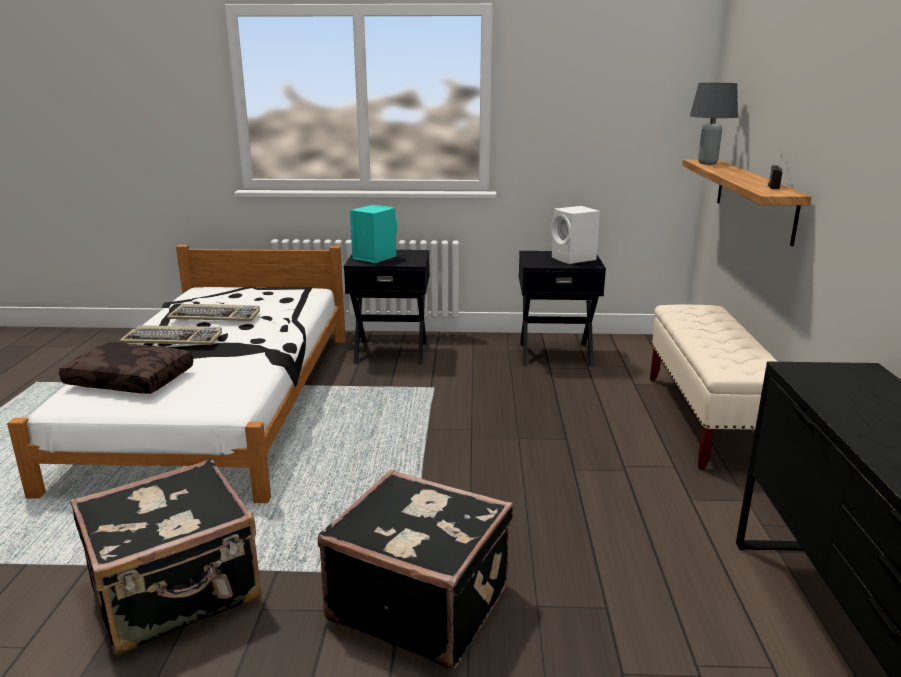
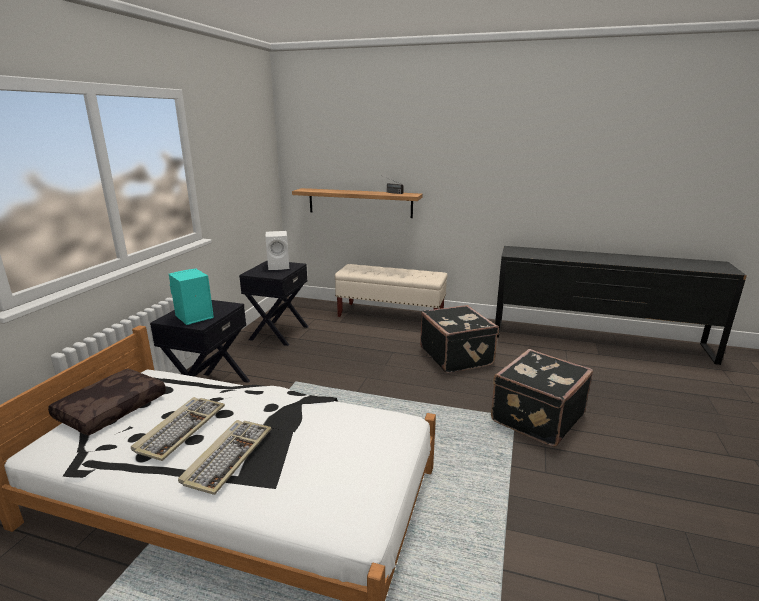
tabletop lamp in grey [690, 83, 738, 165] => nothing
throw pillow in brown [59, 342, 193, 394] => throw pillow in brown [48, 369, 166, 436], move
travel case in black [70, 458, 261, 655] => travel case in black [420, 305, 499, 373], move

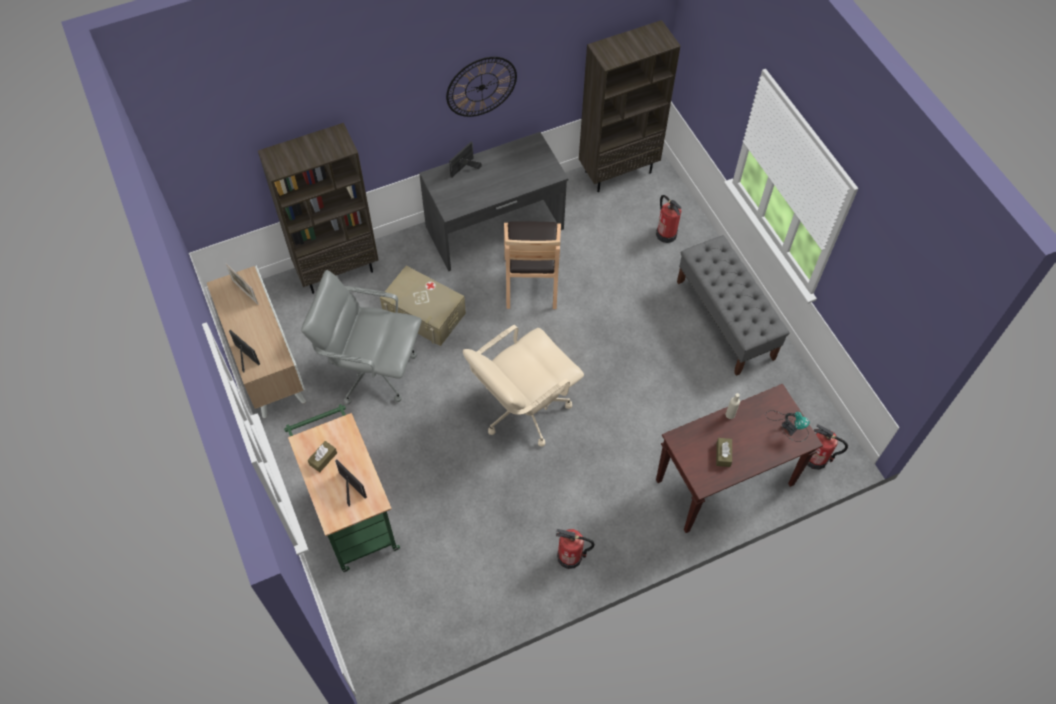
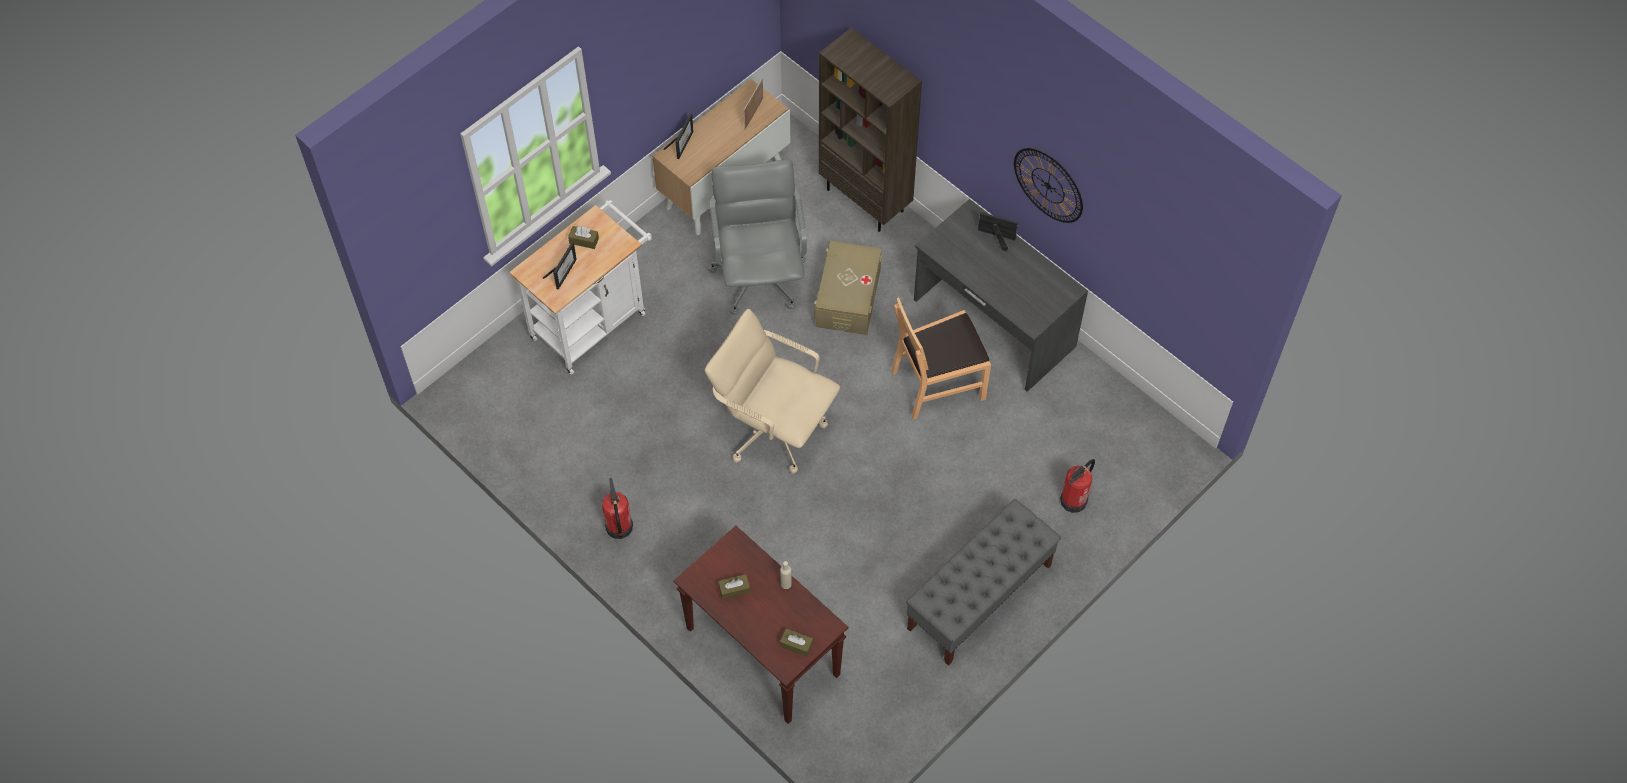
shelving unit in brown [579, 20, 680, 192] => nothing
fire extinguisher [807, 424, 848, 470] => nothing
tabletop lamp [765, 411, 810, 442] => box of tissues in brown [780, 628, 813, 657]
wheeled cart in green [284, 404, 400, 572] => wheeled cart in white-coloured [509, 200, 652, 375]

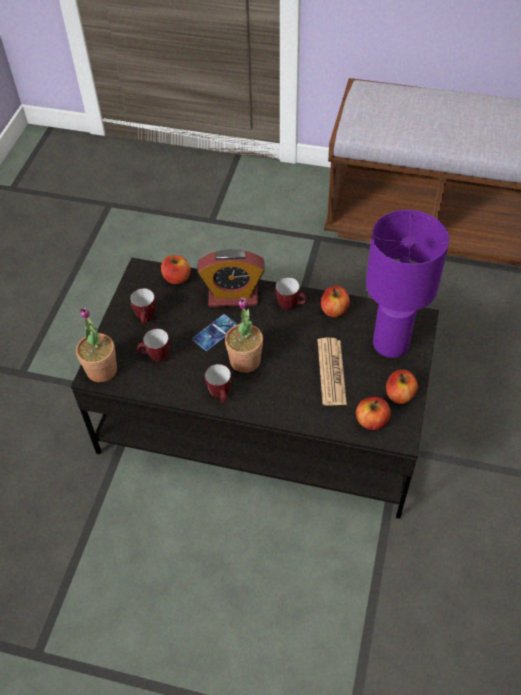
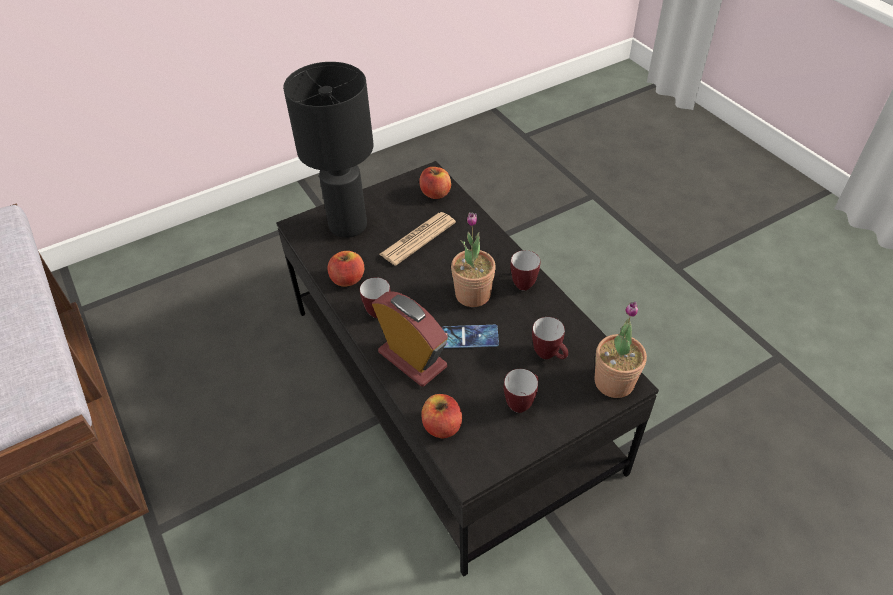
whole apple [386, 370, 418, 404] => nothing
tabletop lamp in purple-coloured [366, 210, 449, 358] => tabletop lamp in black [283, 62, 373, 238]

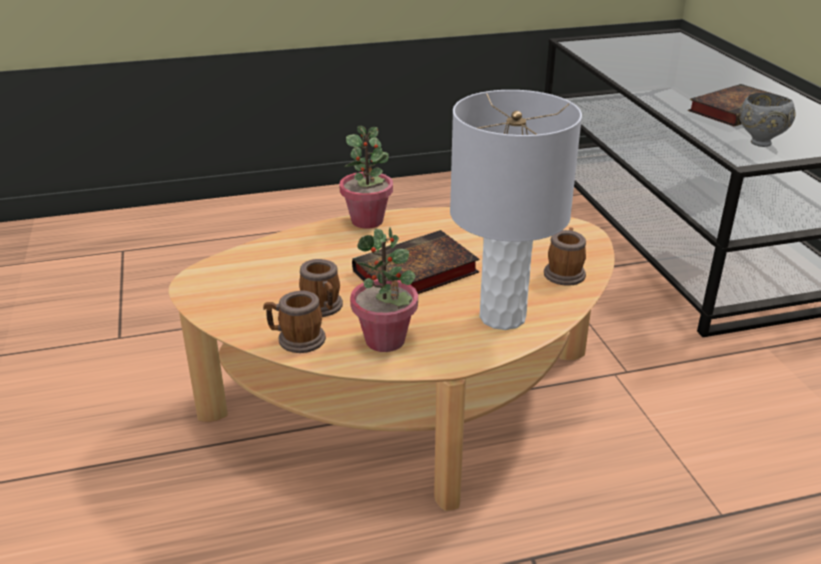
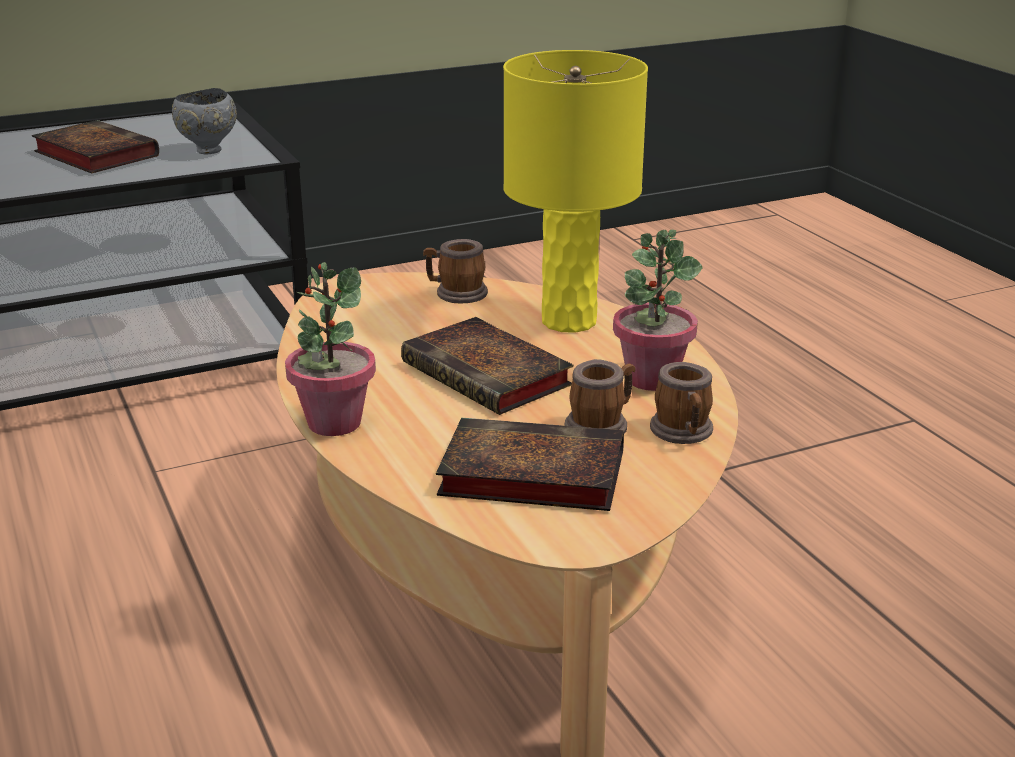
nothing => book [436, 418, 624, 511]
tabletop lamp in grey [450, 90, 582, 330] => tabletop lamp in yellowish [503, 50, 648, 333]

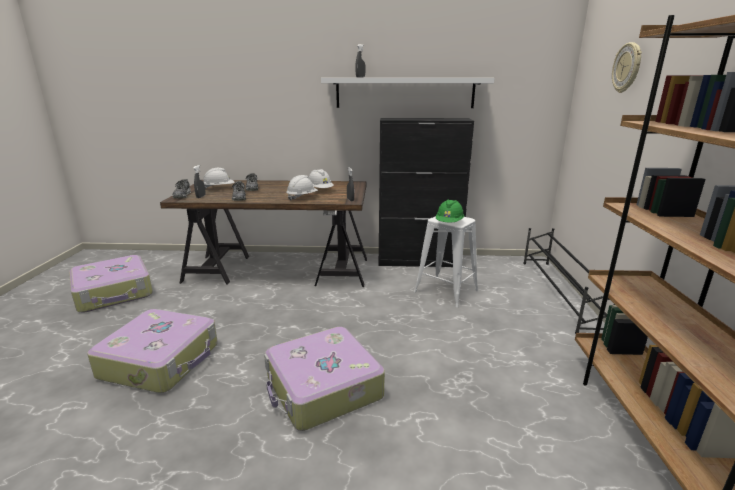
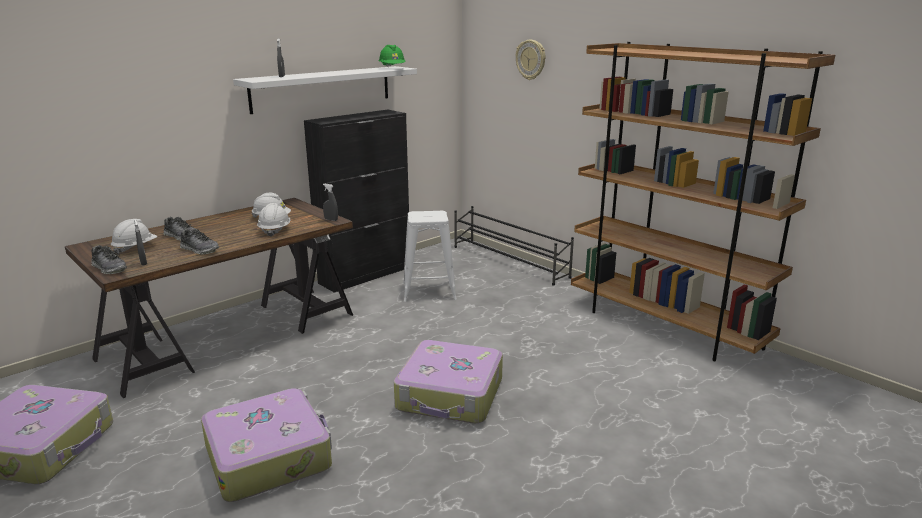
hard hat in green [436, 199, 464, 223] => hard hat in green [379, 45, 405, 67], move

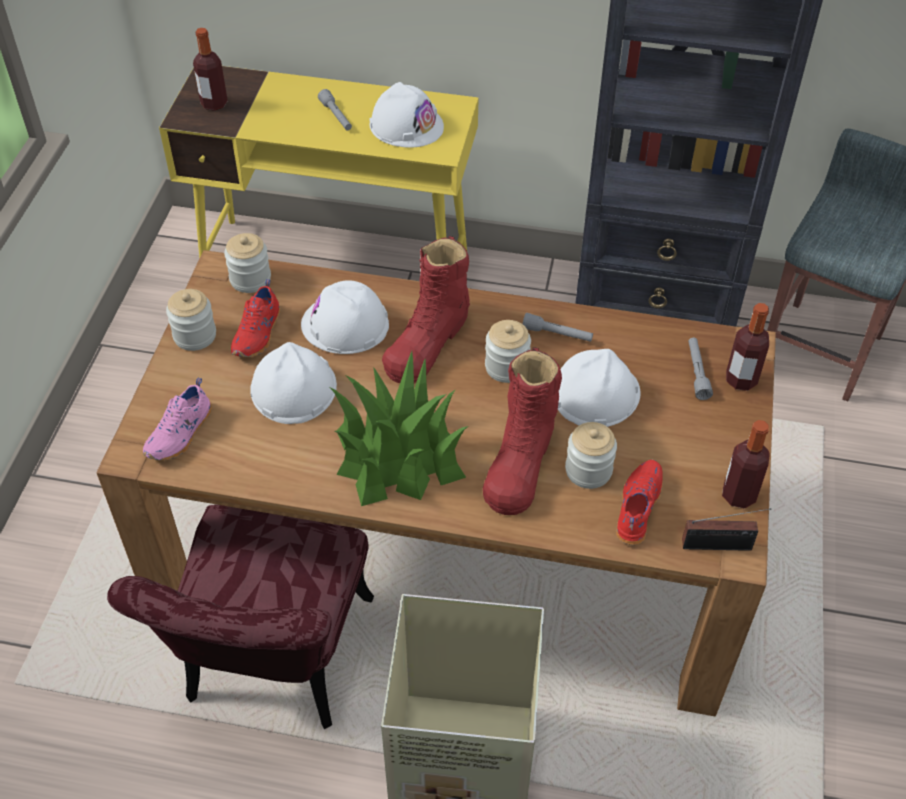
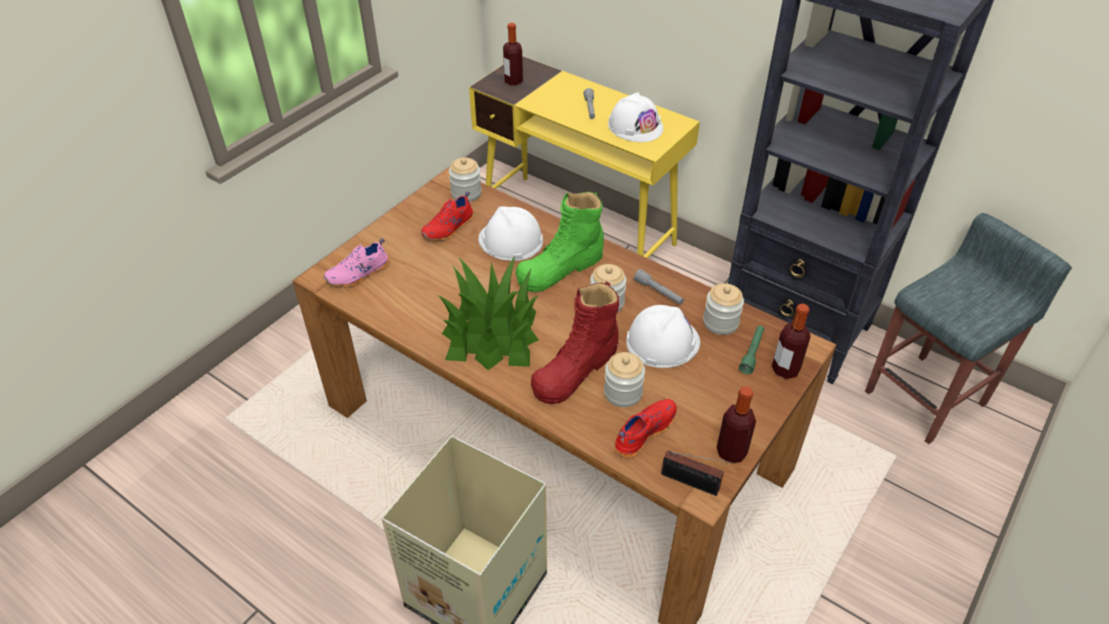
upright chair in red [107, 505, 374, 729] => nothing
hard hat in white-coloured [250, 342, 337, 424] => nothing
jar [166, 289, 216, 351] => jar [703, 283, 744, 335], move
boot in red [382, 236, 470, 383] => boot in green [516, 192, 604, 292]
hand torch in grey [688, 338, 713, 400] => hand torch in green [739, 325, 764, 374]

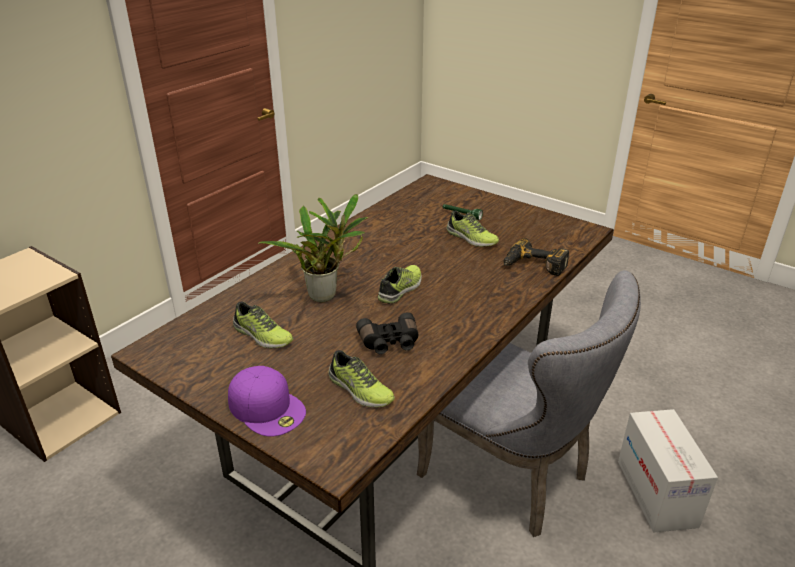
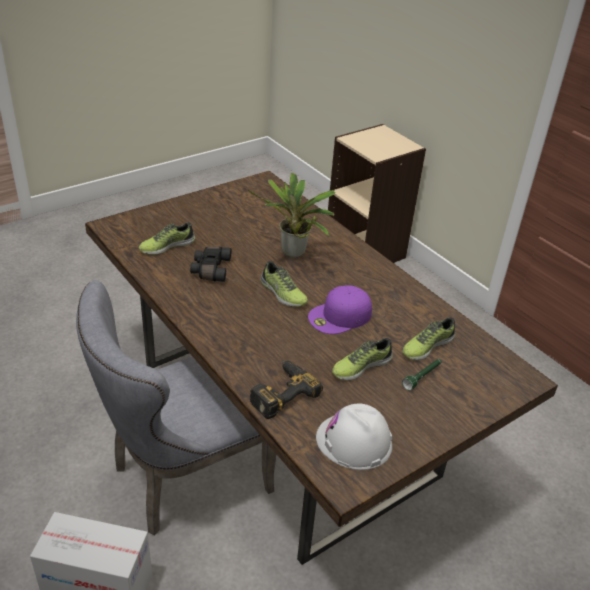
nothing => hard hat in white-coloured [316, 403, 392, 470]
cap in purple-coloured [228, 366, 306, 437] => cap in purple-coloured [308, 285, 372, 334], move
shoe [233, 302, 293, 348] => shoe [402, 317, 455, 360], move

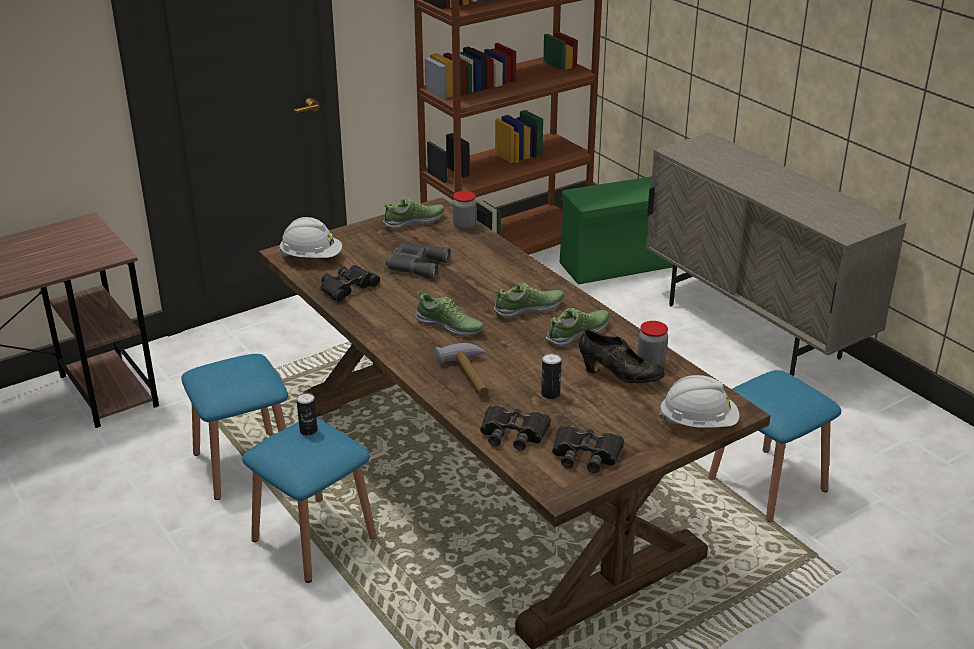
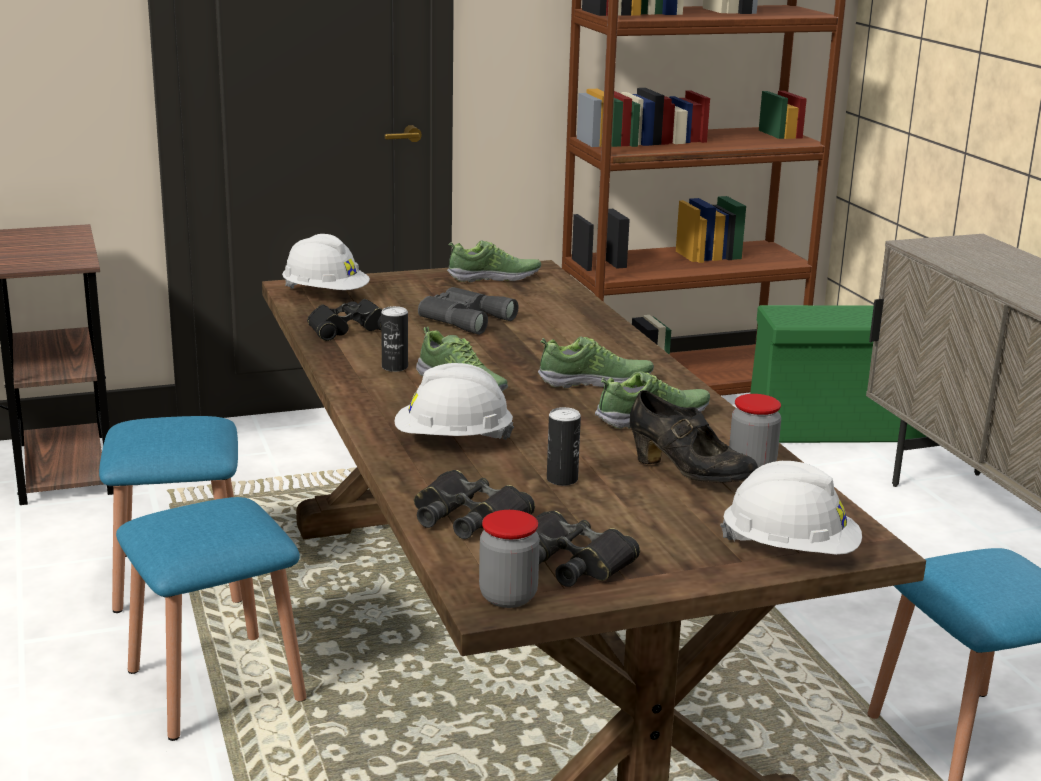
sealed can [296, 393, 317, 436] => sealed can [381, 306, 408, 372], move
jar [453, 191, 477, 230] => jar [479, 510, 540, 608], move
hand hammer [435, 343, 489, 396] => hard hat in white-coloured [395, 363, 514, 440]

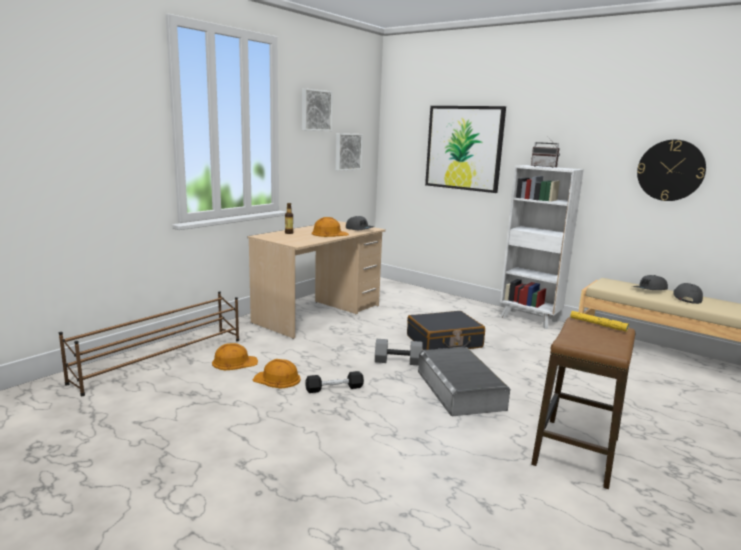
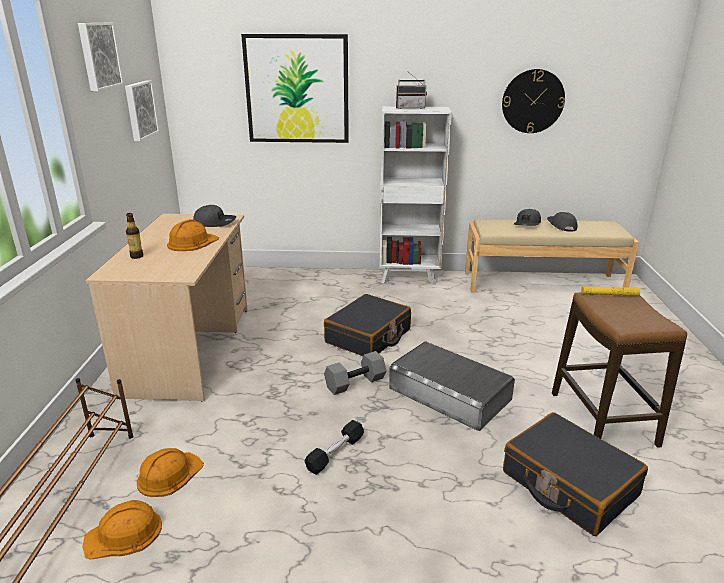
nothing => travel case in black [503, 412, 648, 536]
hard hat in orange [253, 359, 301, 389] => hard hat in orange [82, 500, 162, 560], move

